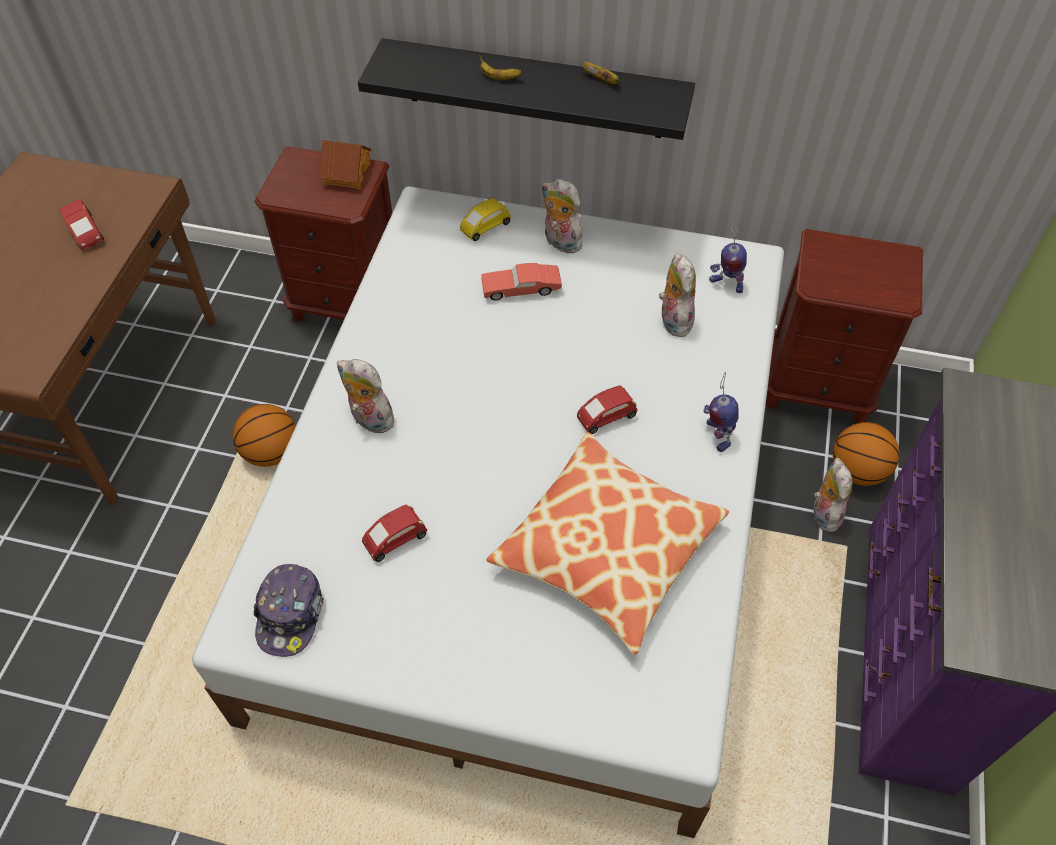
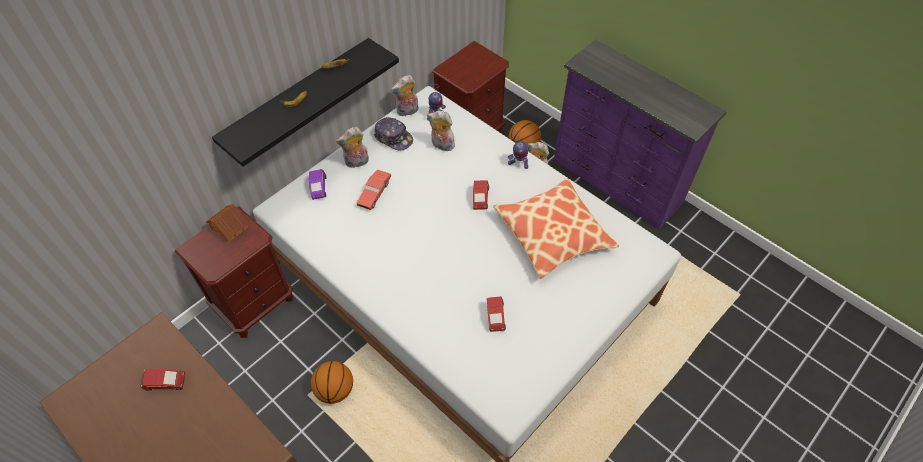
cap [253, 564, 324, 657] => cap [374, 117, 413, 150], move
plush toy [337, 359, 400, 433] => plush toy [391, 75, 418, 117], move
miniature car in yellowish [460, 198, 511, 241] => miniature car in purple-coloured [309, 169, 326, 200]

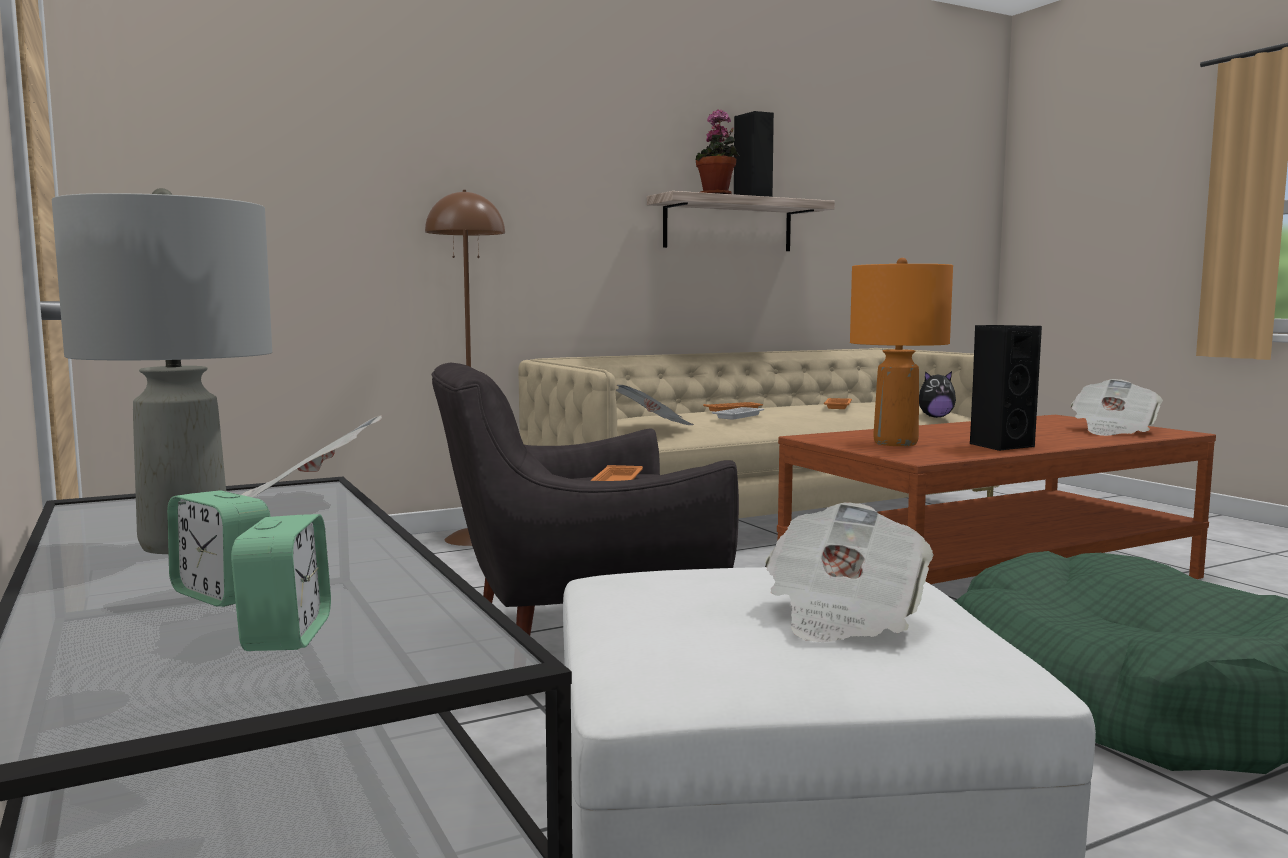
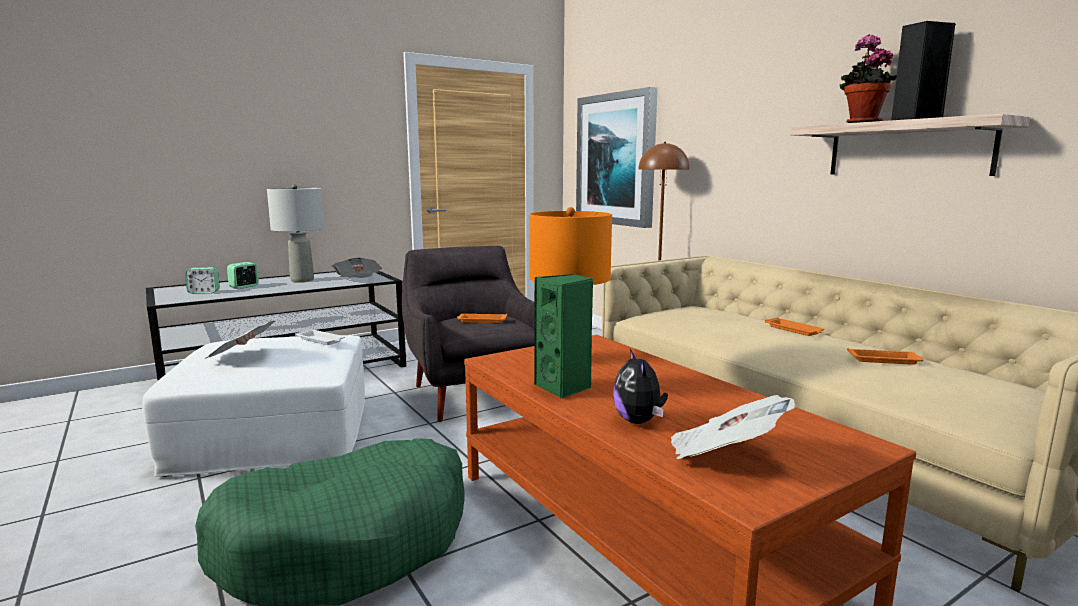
newspaper [616, 385, 694, 425] => nothing
nothing => wall picture [576, 87, 658, 228]
tray in white-coloured [712, 407, 764, 420] => tray in white-coloured [295, 329, 345, 345], move
plush toy [919, 371, 956, 418] => plush toy [613, 349, 668, 424], move
audio speaker in black [969, 325, 1042, 451] => audio speaker in green [534, 274, 593, 399]

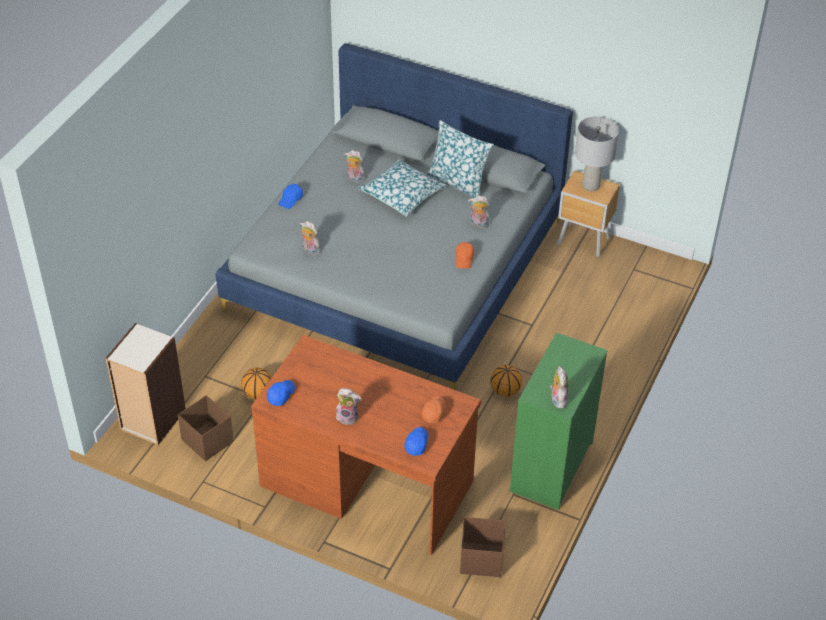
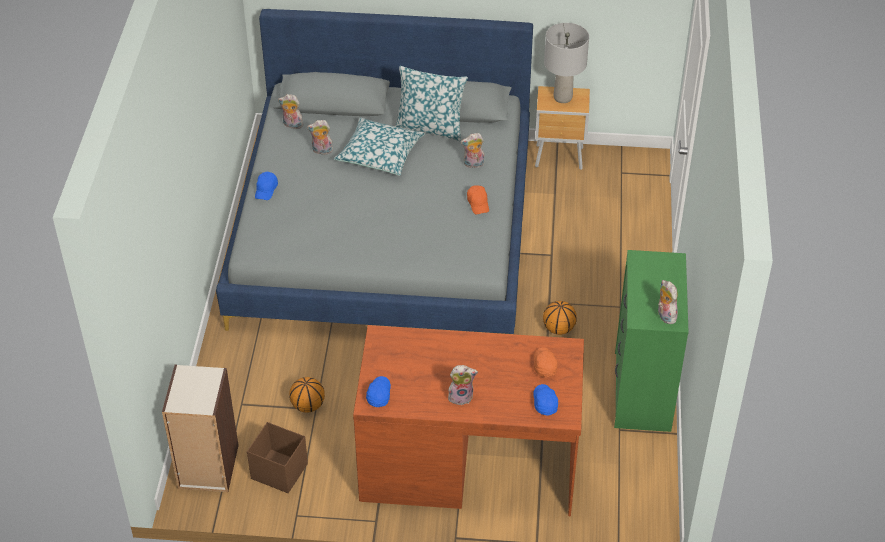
storage container in brown [460, 517, 505, 577] => nothing
plush toy [300, 221, 321, 255] => plush toy [278, 94, 303, 129], move

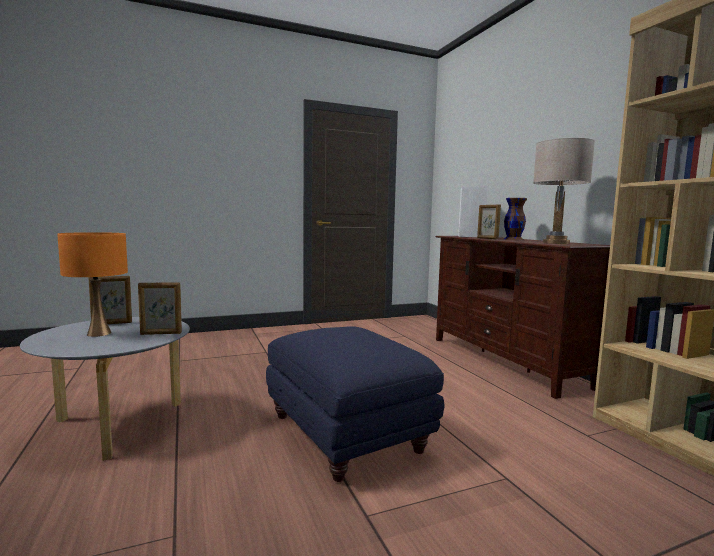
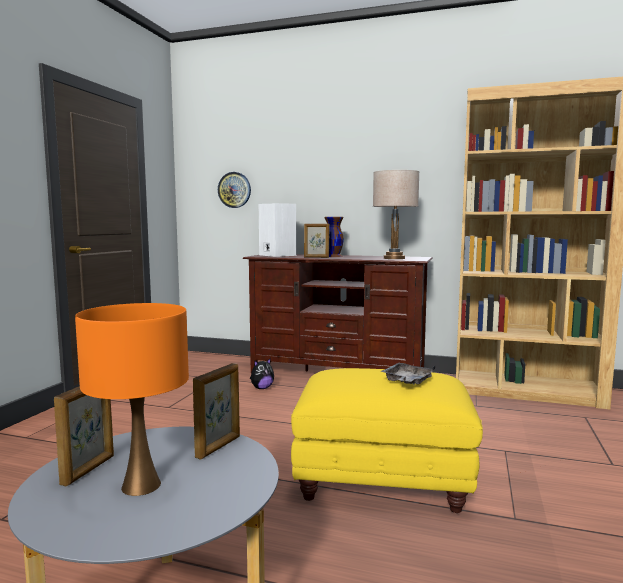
nothing => clock on the wall [218, 172, 251, 208]
nothing => plush toy [250, 358, 274, 389]
nothing => tray in grey [381, 363, 435, 385]
pouffe in bluish [266, 326, 445, 482] => pouffe in yellowish [291, 368, 483, 513]

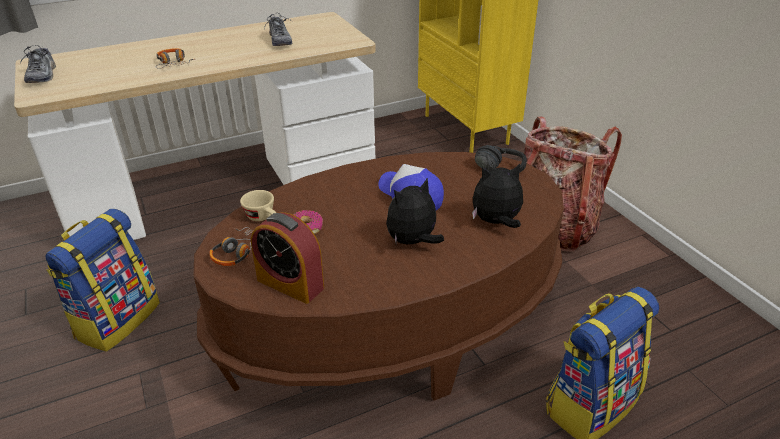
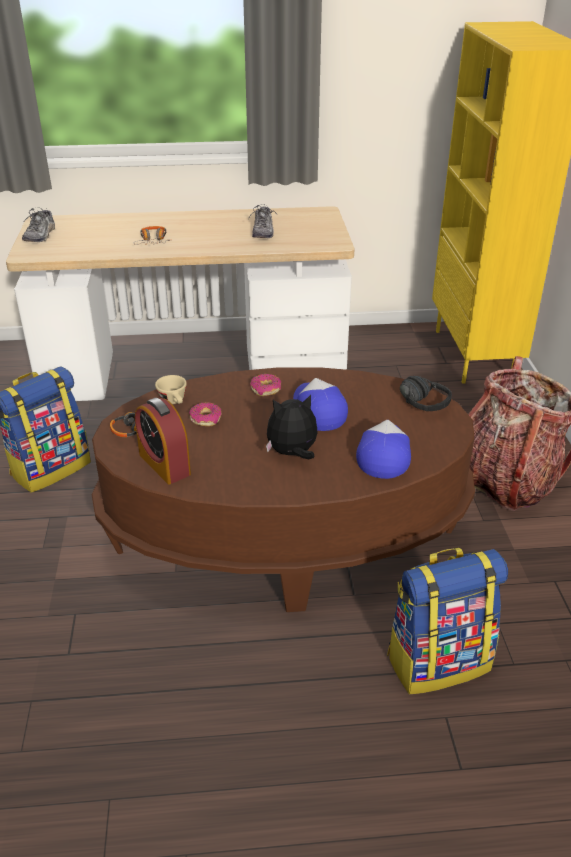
nothing => ring doughnut [250, 374, 281, 396]
plush toy [472, 164, 523, 228] => cap [356, 420, 411, 479]

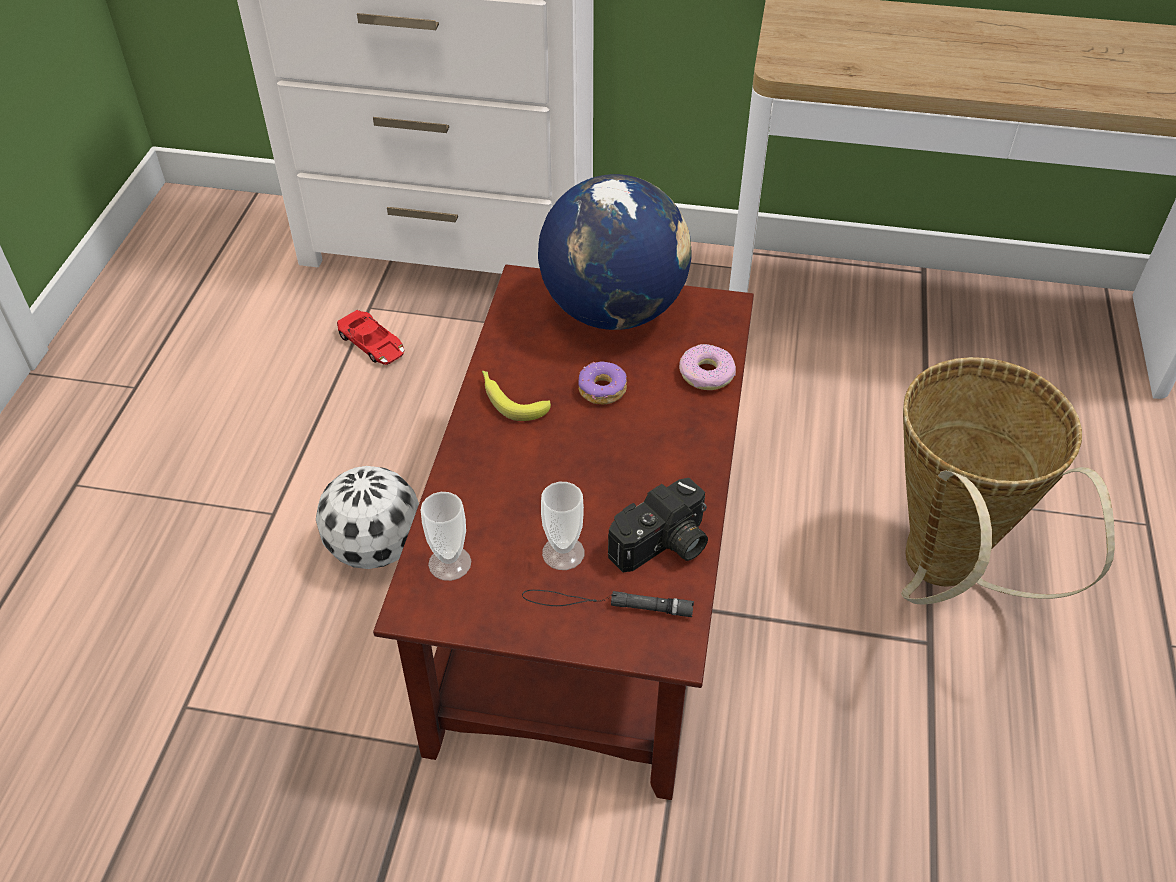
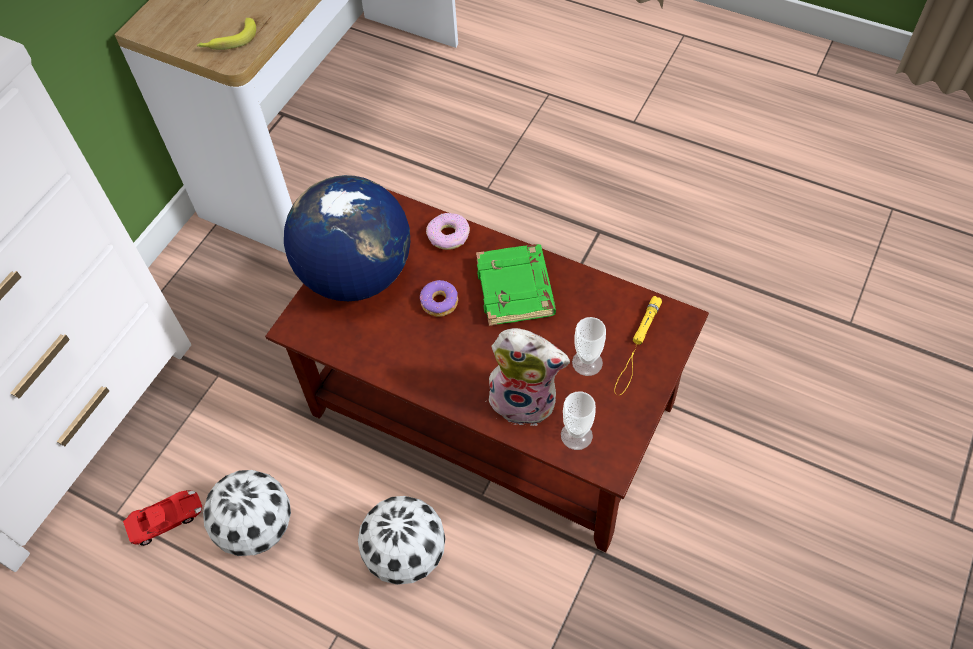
photo camera [608, 478, 708, 572] => nothing
basket [901, 357, 1115, 605] => nothing
nothing => football ball [203, 470, 291, 556]
nothing => book in green [476, 244, 556, 326]
nothing => plush toy [482, 328, 570, 426]
banana fruit [482, 371, 551, 421] => banana fruit [197, 18, 256, 50], move
hand torch in black [522, 590, 694, 617] => hand torch in yellowish [614, 296, 662, 395]

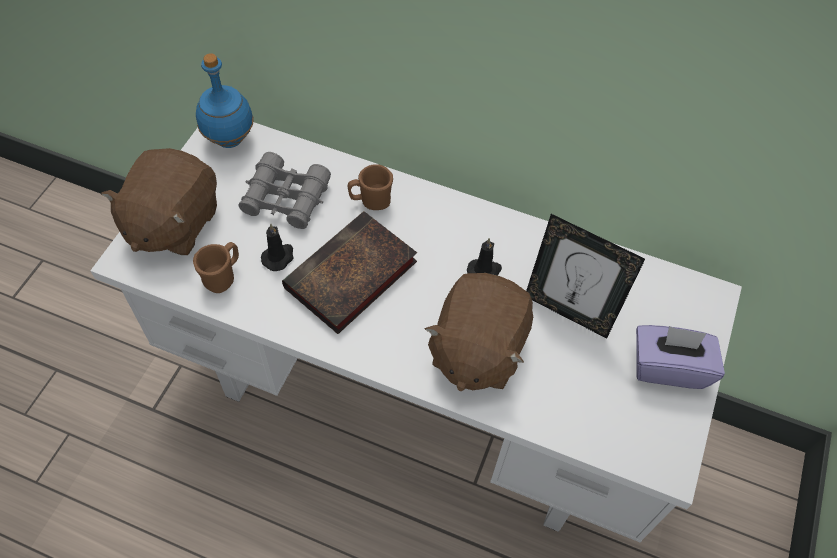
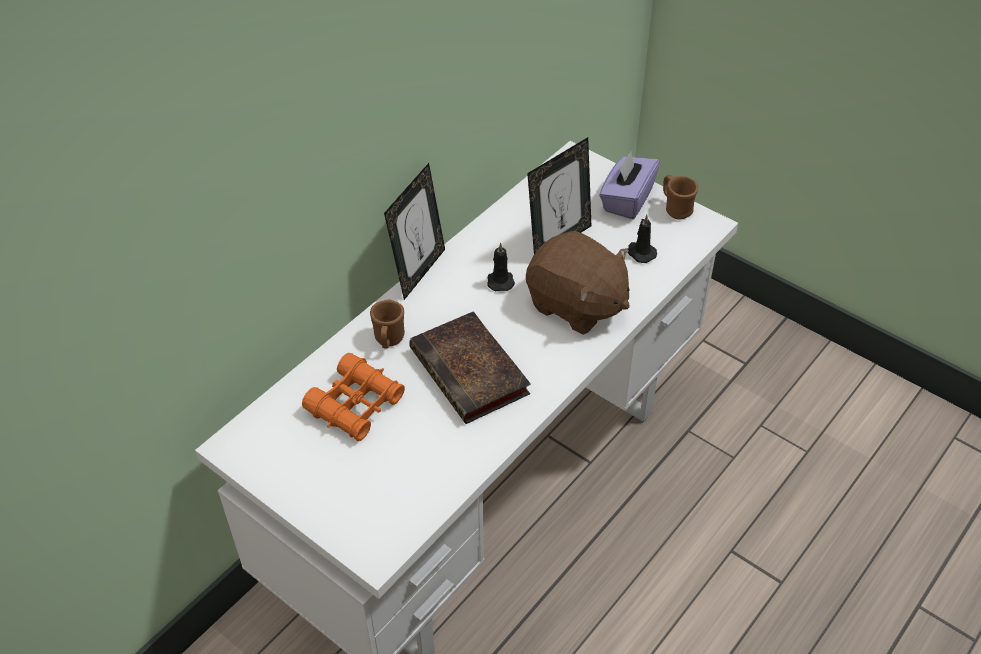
plush toy in brown [101, 148, 217, 255] => nothing
drink bottle in bluish [196, 53, 254, 148] => nothing
nothing => photo frame [384, 163, 445, 300]
tea mug in brown [193, 242, 239, 293] => tea mug in brown [663, 175, 698, 220], move
candle in black [261, 224, 294, 271] => candle in black [628, 214, 657, 263], move
field glasses in grey [238, 152, 331, 229] => field glasses in orange [302, 353, 405, 441]

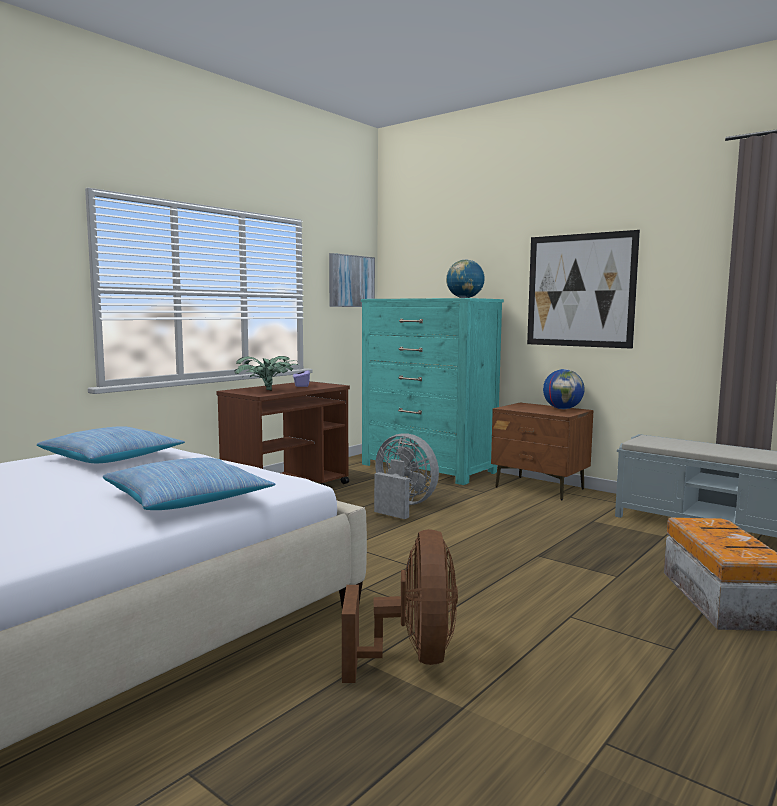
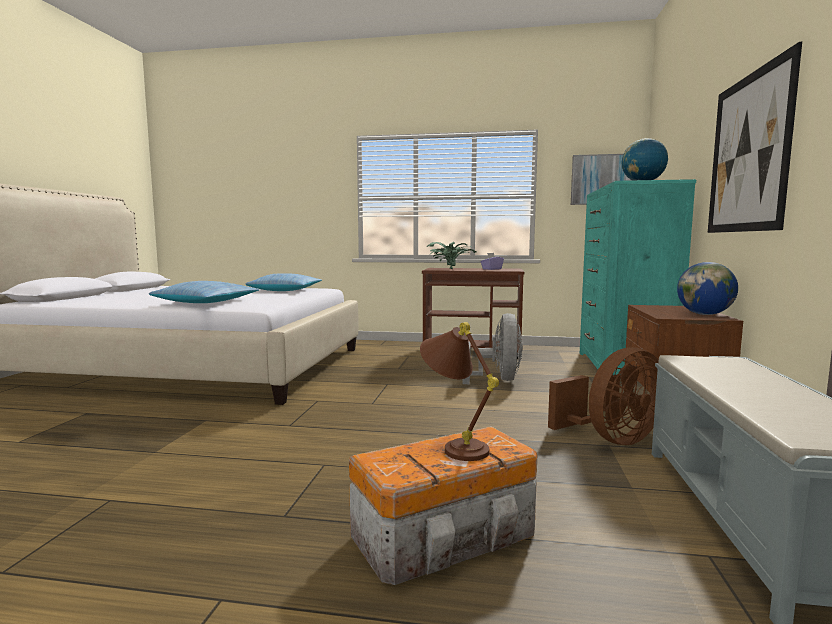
nothing => tabletop lamp in brown [420, 322, 499, 461]
cooling fan in brown [342, 529, 458, 683] => cooling fan in brown [548, 347, 659, 445], move

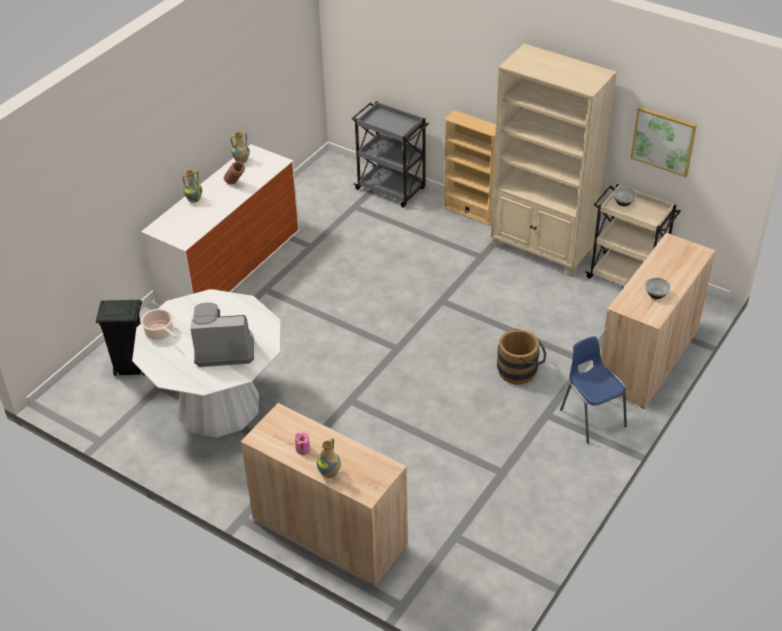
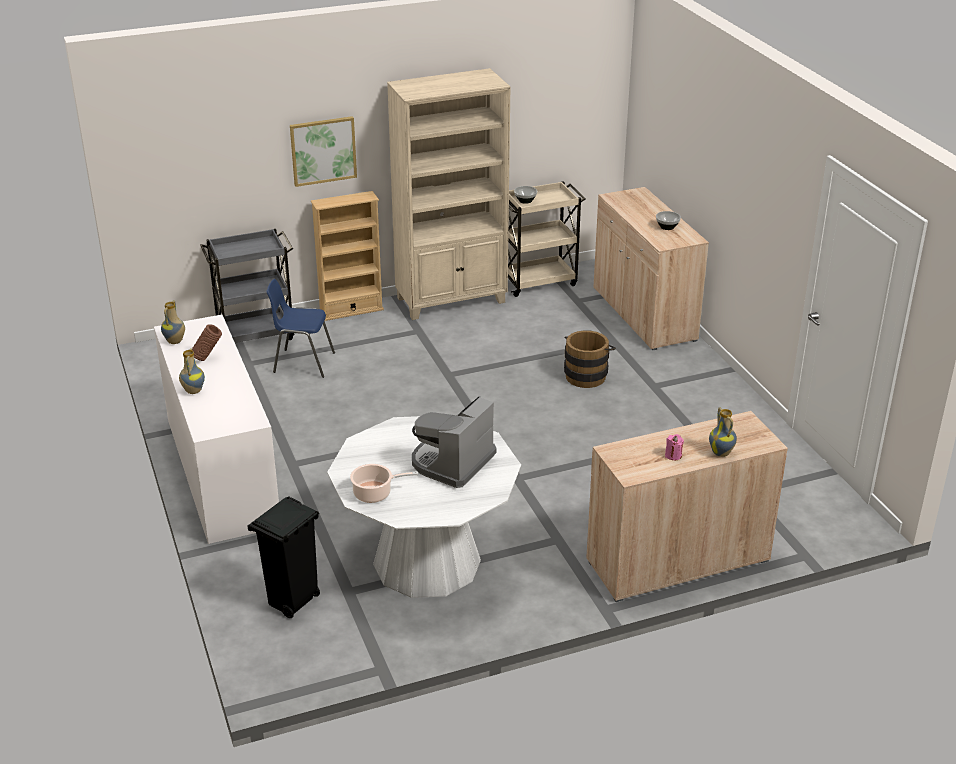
upright chair in bluish [560, 336, 627, 444] => upright chair in bluish [266, 279, 335, 378], move
wall picture [630, 106, 697, 177] => wall picture [290, 116, 357, 187], move

